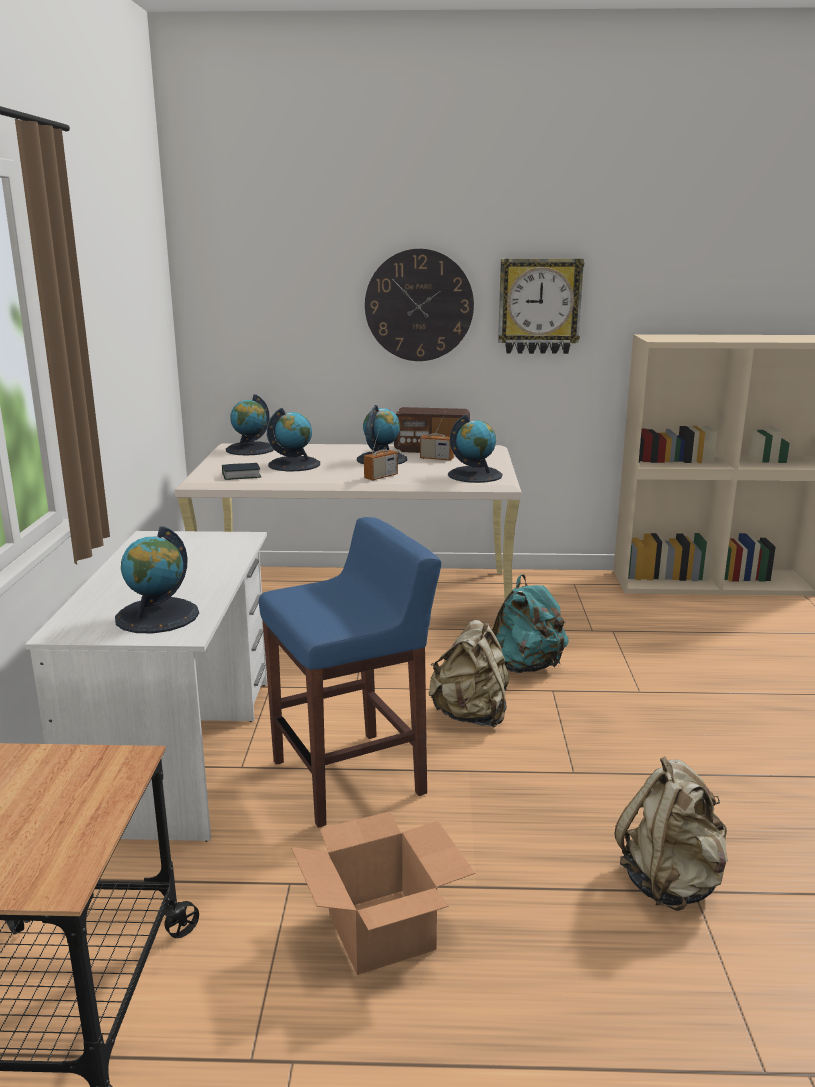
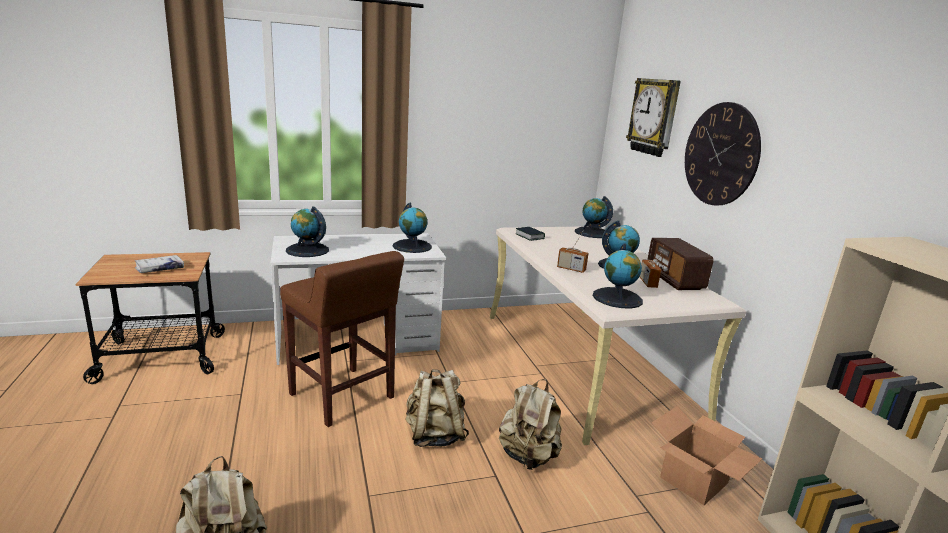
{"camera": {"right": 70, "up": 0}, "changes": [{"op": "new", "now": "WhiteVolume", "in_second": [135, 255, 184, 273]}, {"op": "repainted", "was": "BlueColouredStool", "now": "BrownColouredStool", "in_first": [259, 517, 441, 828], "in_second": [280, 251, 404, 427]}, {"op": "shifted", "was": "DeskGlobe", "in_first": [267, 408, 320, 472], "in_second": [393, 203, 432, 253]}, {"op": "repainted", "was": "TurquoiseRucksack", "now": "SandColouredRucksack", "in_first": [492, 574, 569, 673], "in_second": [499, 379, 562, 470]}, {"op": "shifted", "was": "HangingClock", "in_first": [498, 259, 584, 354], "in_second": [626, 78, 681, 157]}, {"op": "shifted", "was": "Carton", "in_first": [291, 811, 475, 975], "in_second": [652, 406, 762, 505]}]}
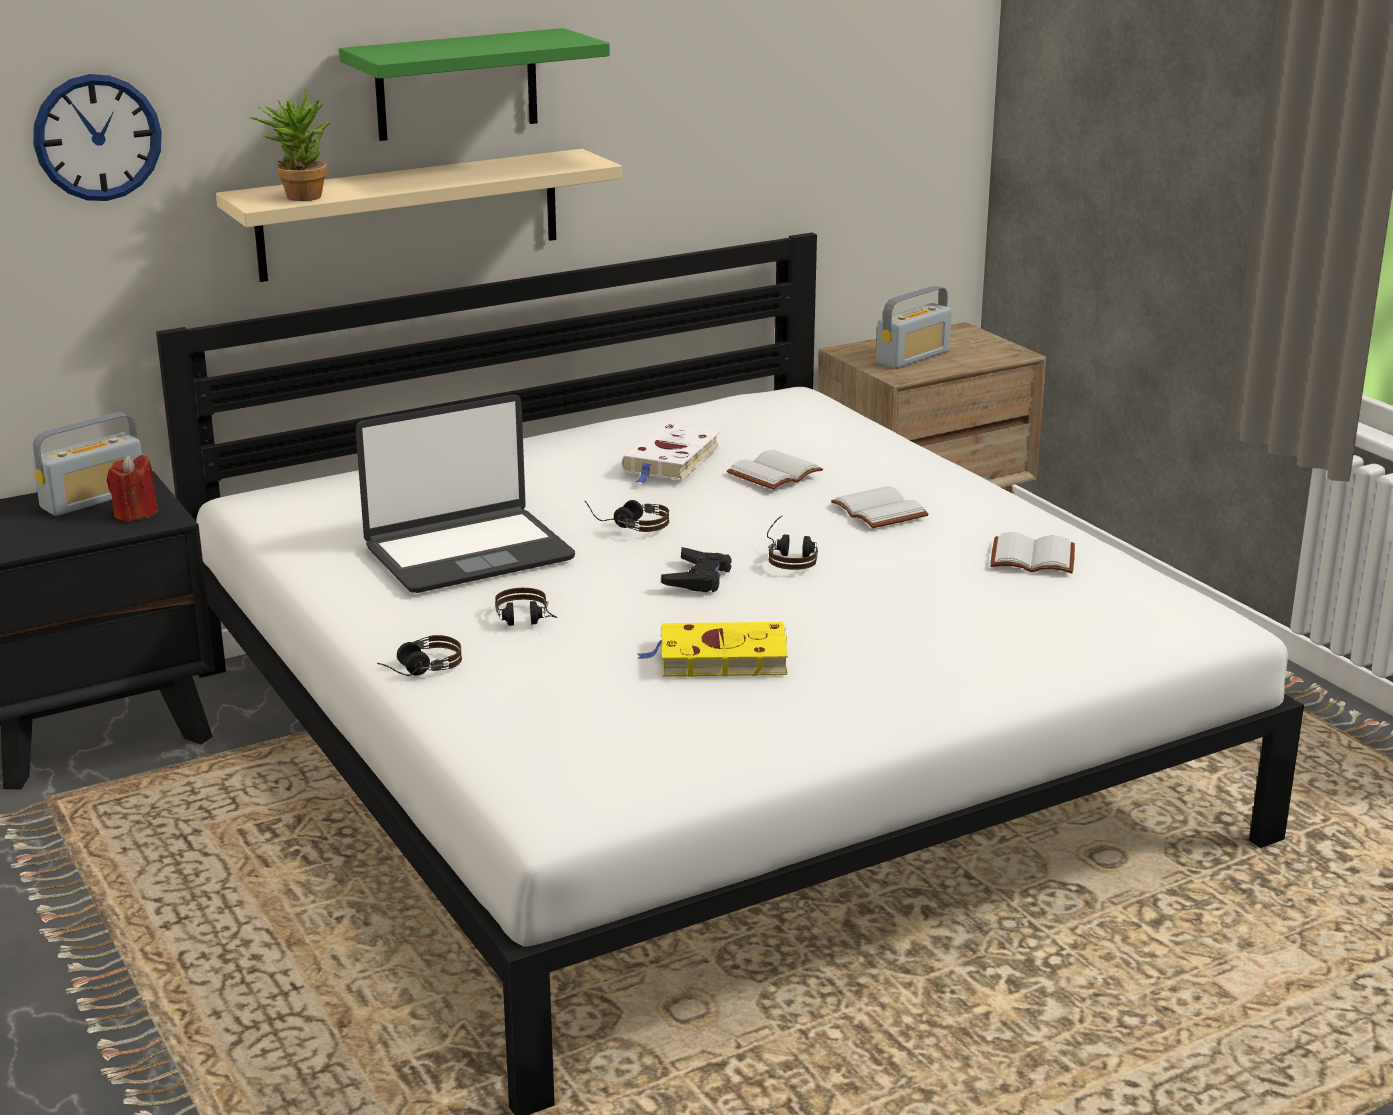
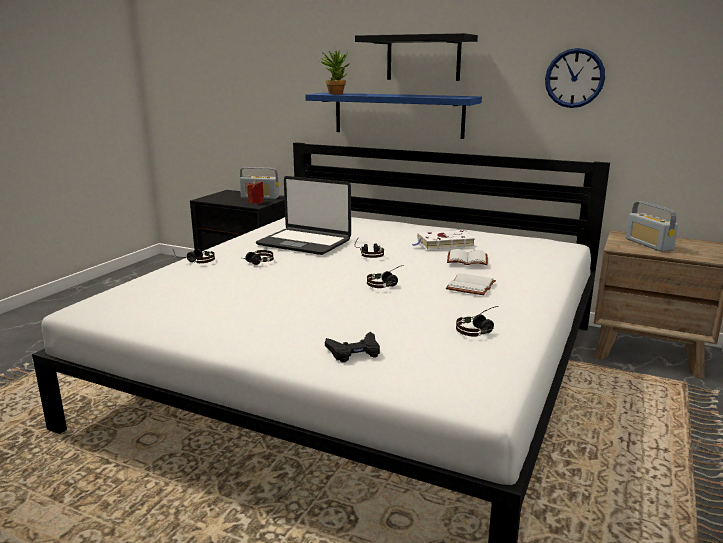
{"camera": {"right": 55, "up": -5}, "changes": [{"op": "repainted", "was": "SandColouredBracketShelf", "now": "BlueColouredBracketShelf", "in_first": [216, 149, 622, 282], "in_second": [305, 93, 482, 139]}, {"op": "shifted", "was": "BlackishGameController", "in_first": [661, 547, 732, 592], "in_second": [325, 332, 380, 362]}, {"op": "repainted", "was": "GreenColouredBracketShelf", "now": "BlackishBracketShelf", "in_first": [339, 28, 610, 141], "in_second": [355, 33, 478, 81]}, {"op": "swapped", "was": "WhiteVolume", "now": "Headset", "in_first": [990, 532, 1075, 573], "in_second": [456, 306, 498, 337]}, {"op": "shifted", "was": "HangingClock", "in_first": [33, 74, 162, 201], "in_second": [545, 48, 605, 108]}, {"op": "rotated", "was": "Radio", "in_first": [876, 285, 952, 369], "in_second": [626, 201, 678, 252], "clockwise": 60}, {"op": "gone", "was": "YellowColouredVolume", "in_first": [637, 622, 788, 677]}]}
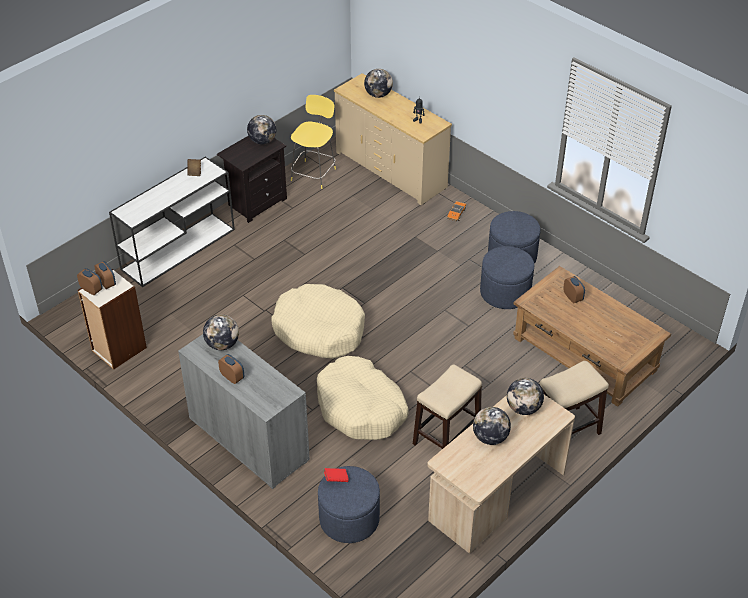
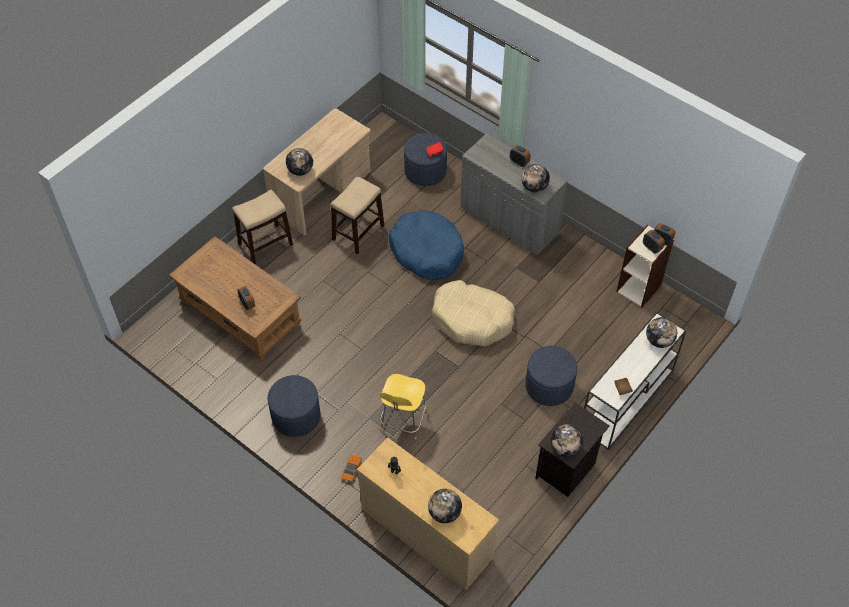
{"camera": {"right": 175, "up": 10}, "changes": [{"op": "shifted", "was": "YellowColouredStool", "in_first": [291, 95, 336, 189], "in_second": [379, 374, 427, 440]}, {"op": "repainted", "was": "SandColouredDogCushion", "now": "BlueColouredDogCushion", "in_first": [317, 356, 409, 440], "in_second": [389, 210, 464, 280]}, {"op": "shifted", "was": "BlueColouredOttoman", "in_first": [480, 246, 534, 309], "in_second": [525, 346, 577, 406]}, {"op": "shifted", "was": "DeskGlobe", "in_first": [473, 407, 511, 445], "in_second": [646, 317, 677, 348]}]}
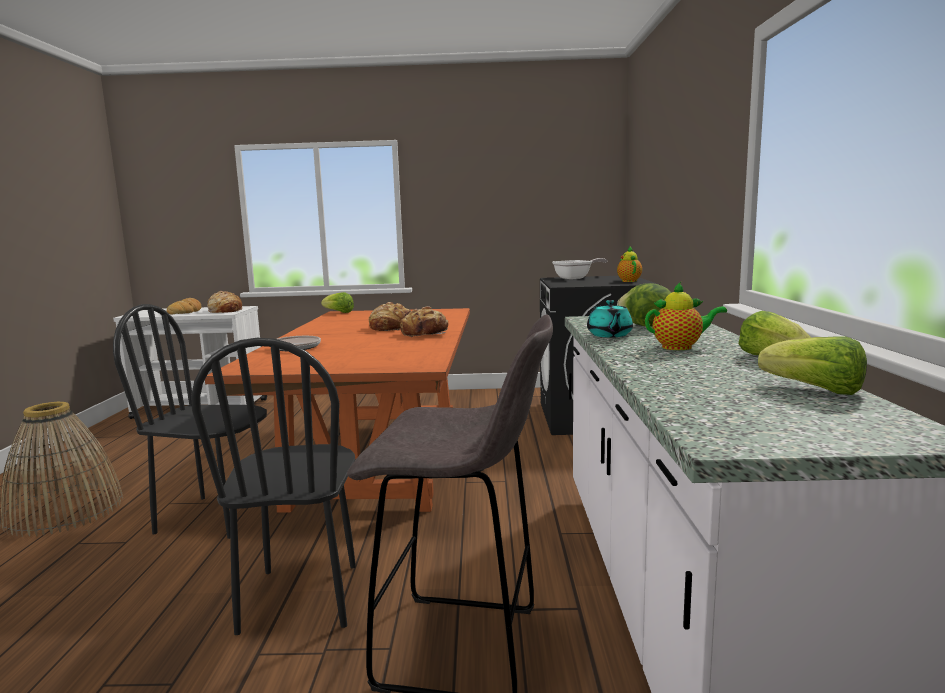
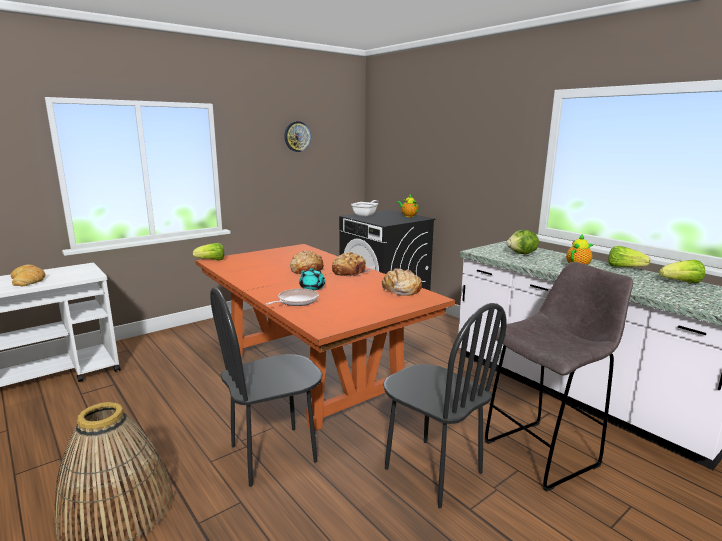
{"camera": {"right": -40, "up": 5}, "changes": [{"op": "new", "now": "HangingClock", "in_second": [284, 121, 311, 152]}, {"op": "shifted", "was": "TurquoiseTeapot", "in_first": [587, 300, 633, 338], "in_second": [299, 268, 325, 290]}, {"op": "shifted", "was": "BakedBread", "in_first": [207, 291, 243, 313], "in_second": [382, 269, 422, 296]}]}
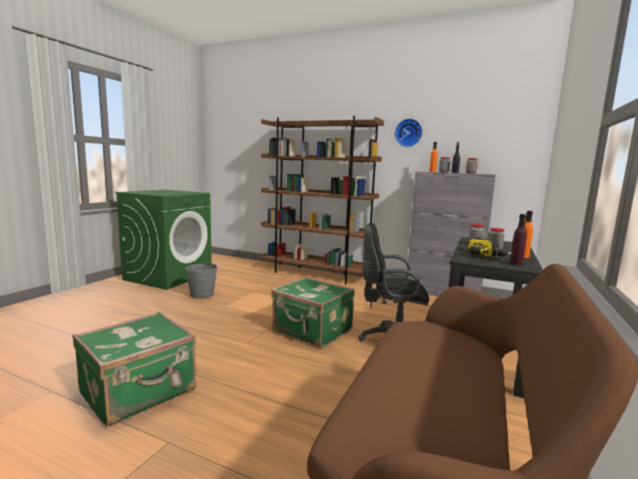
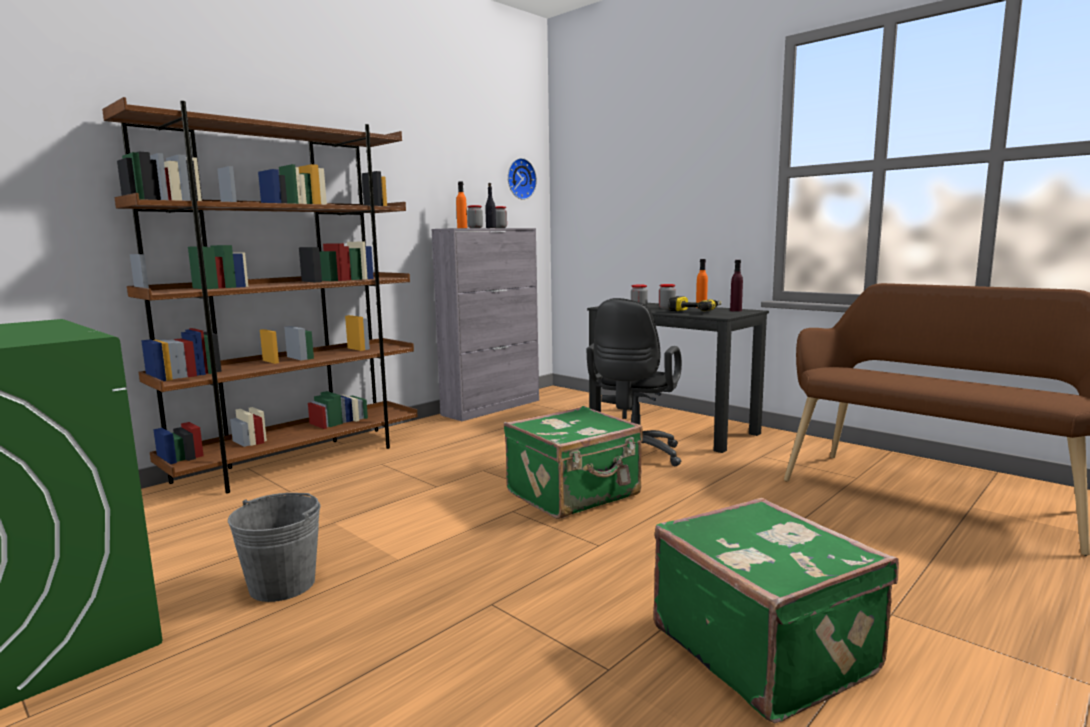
{"camera": {"right": -70, "up": 0}, "changes": [{"op": "shifted", "was": "HangingClock", "in_first": [394, 118, 423, 147], "in_second": [508, 158, 537, 200]}]}
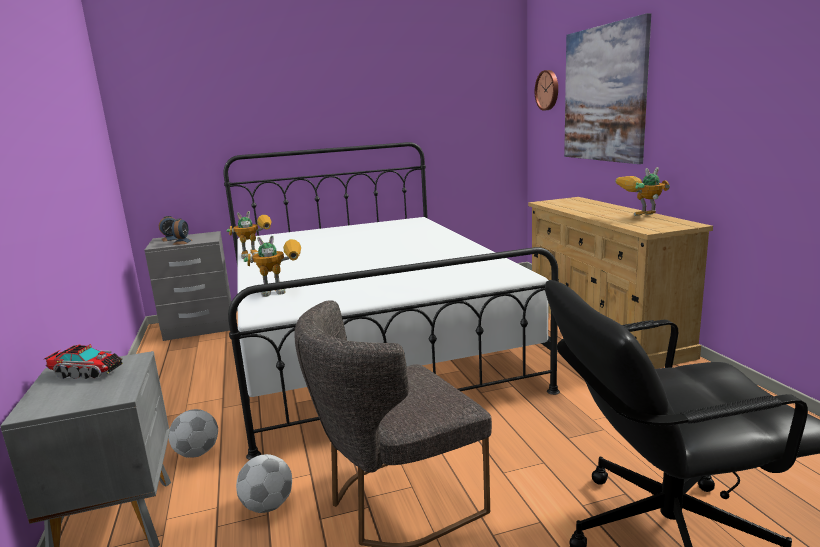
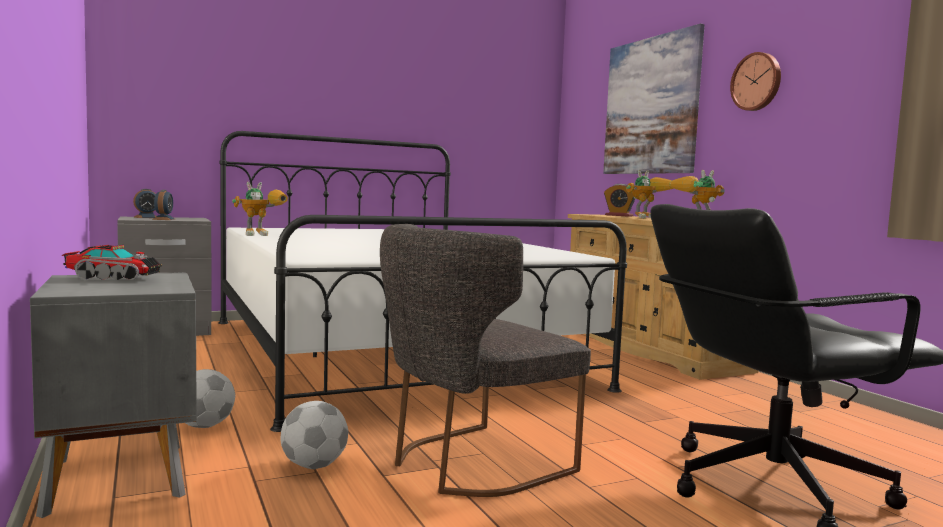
{"camera": {"right": -10, "up": -10}, "changes": [{"op": "new", "now": "AlarmClock", "in_second": [604, 184, 635, 217]}, {"op": "shifted", "was": "ToyRobot", "in_first": [244, 235, 301, 297], "in_second": [626, 170, 674, 218]}, {"op": "shifted", "was": "HangingClock", "in_first": [535, 70, 558, 110], "in_second": [730, 52, 781, 111]}]}
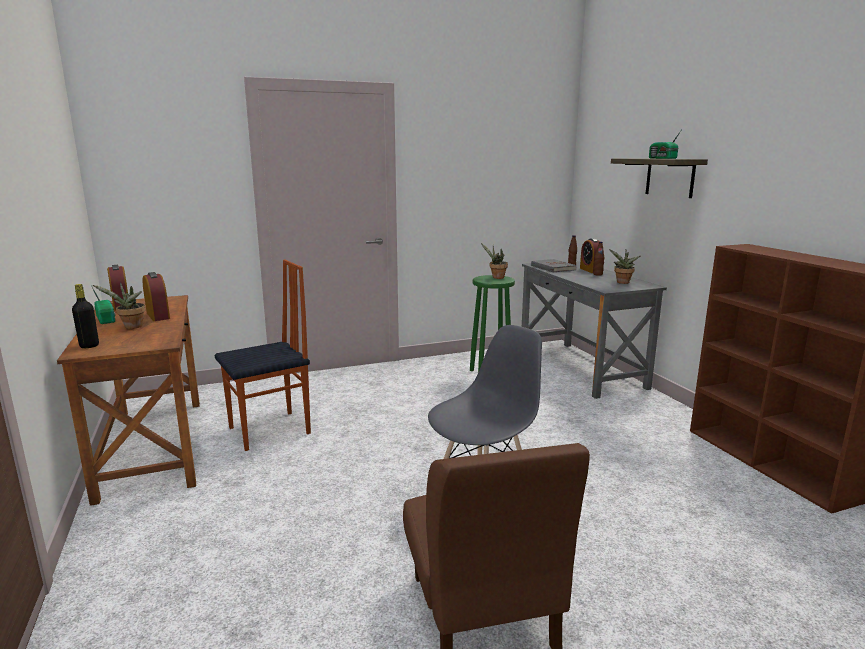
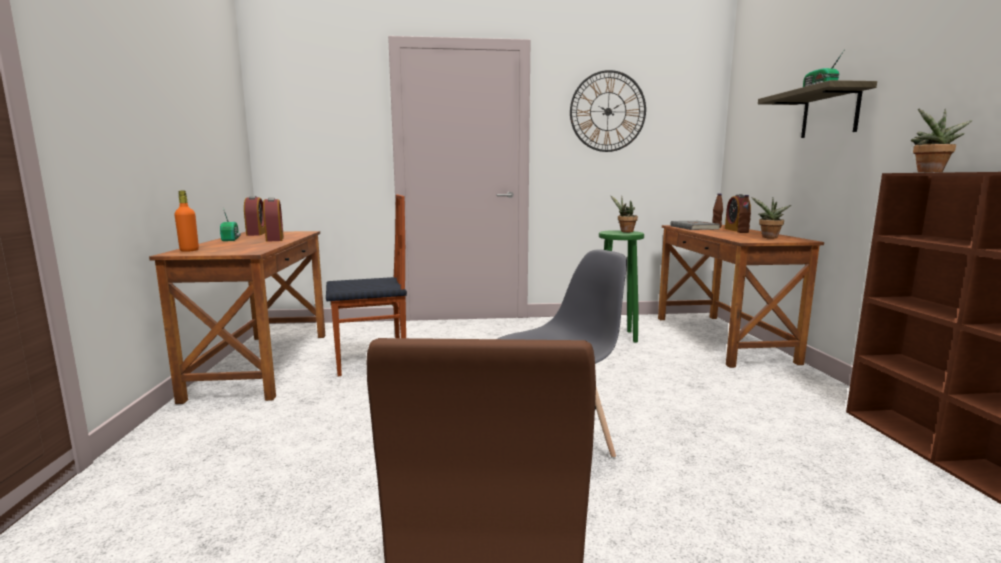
{"camera": {"right": 15, "up": -5}, "changes": [{"op": "repainted", "was": "BlackishBottle", "now": "OrangeColouredBottle", "in_first": [72, 284, 99, 348], "in_second": [174, 190, 199, 252]}, {"op": "new", "now": "HangingClock", "in_second": [570, 70, 646, 152]}, {"op": "repainted", "was": "GrayDeskTable", "now": "BrownColouredDeskTable", "in_first": [522, 261, 667, 399], "in_second": [658, 225, 824, 368]}, {"op": "shifted", "was": "PlantInAPot", "in_first": [93, 282, 145, 329], "in_second": [911, 109, 973, 172]}]}
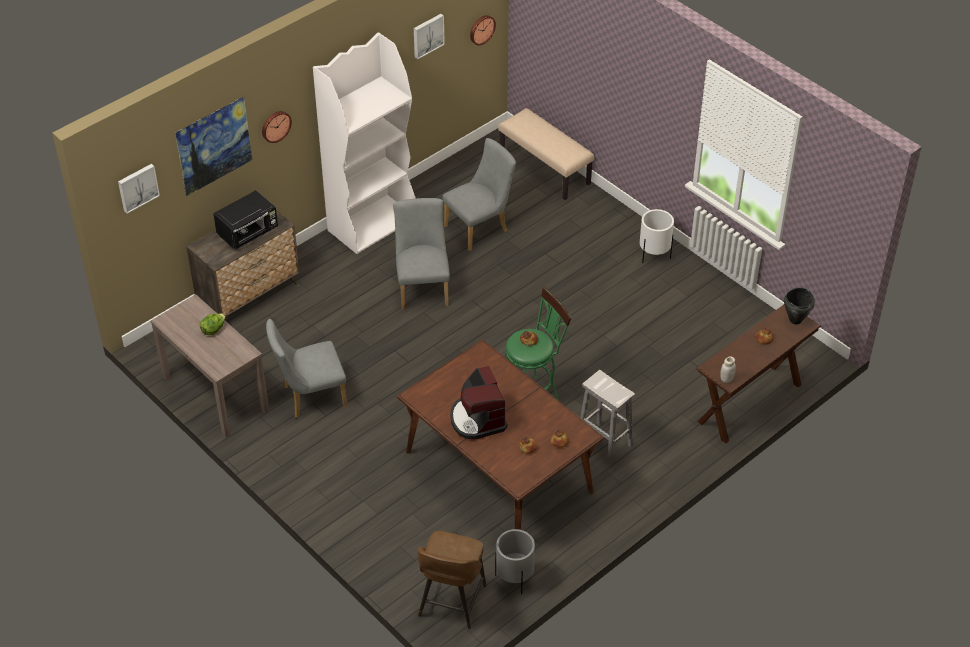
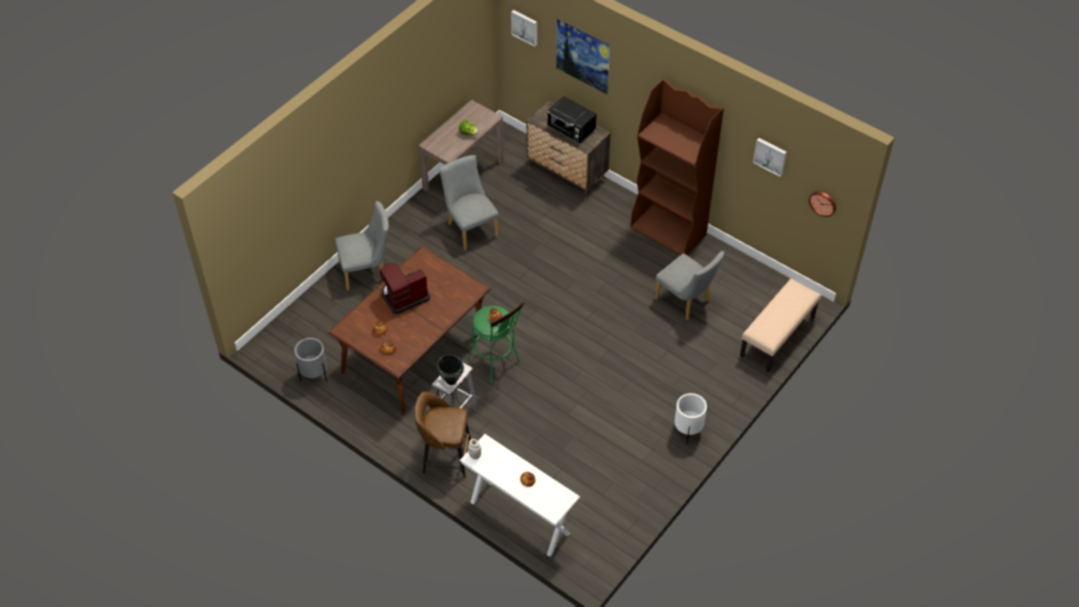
{"camera": {"right": 80, "up": 5}, "changes": [{"op": "shifted", "was": "GrayUprightChair", "in_first": [393, 198, 450, 309], "in_second": [335, 201, 389, 291]}, {"op": "shifted", "was": "BrownColouredStool", "in_first": [418, 531, 486, 629], "in_second": [415, 392, 471, 478]}, {"op": "shifted", "was": "BlackishSaucepot", "in_first": [784, 288, 815, 324], "in_second": [437, 355, 464, 385]}, {"op": "repainted", "was": "BrownColouredNarrowTable", "now": "WhiteNarrowTable", "in_first": [696, 305, 821, 443], "in_second": [459, 434, 580, 557]}, {"op": "repainted", "was": "WhiteBookshelf", "now": "BrownColouredBookshelf", "in_first": [313, 32, 416, 254], "in_second": [630, 78, 724, 255]}, {"op": "gone", "was": "HangingClock", "in_first": [262, 111, 292, 143]}]}
